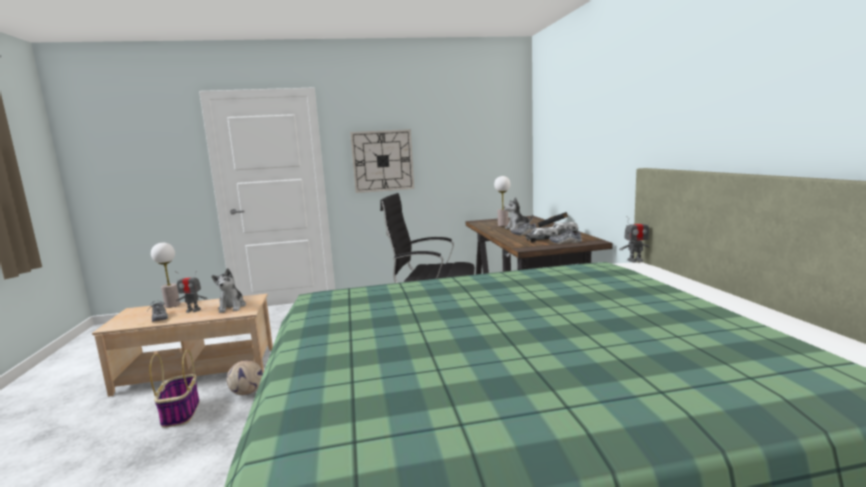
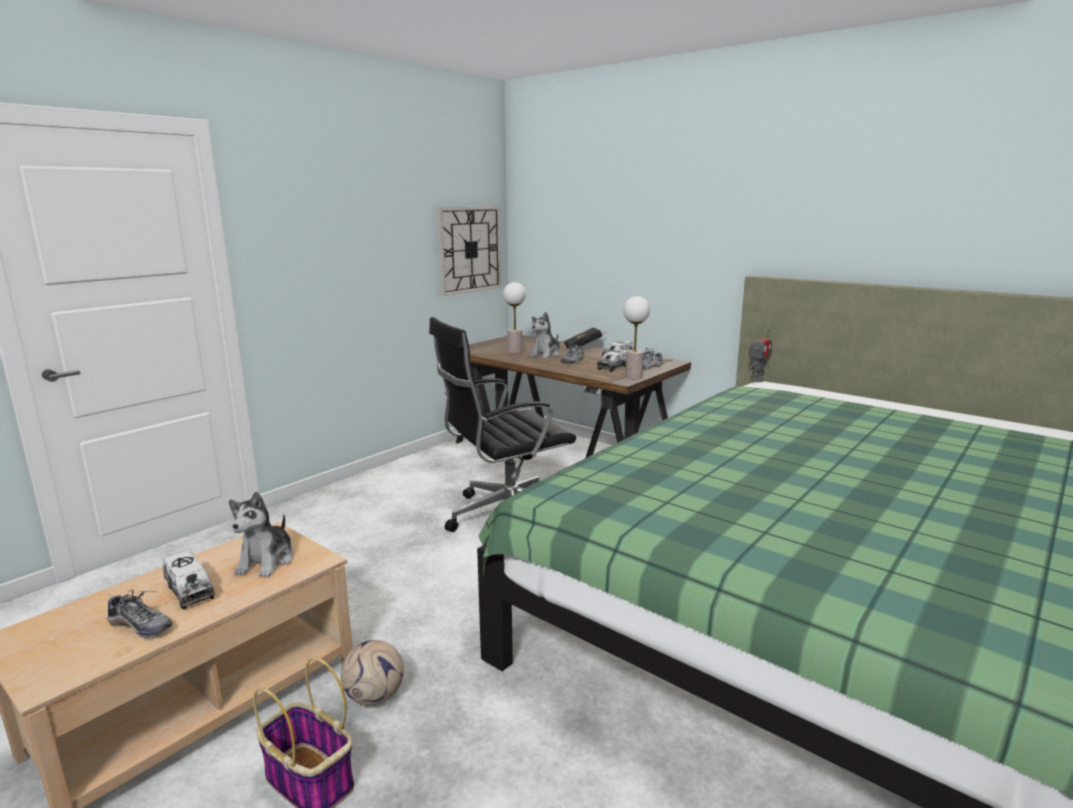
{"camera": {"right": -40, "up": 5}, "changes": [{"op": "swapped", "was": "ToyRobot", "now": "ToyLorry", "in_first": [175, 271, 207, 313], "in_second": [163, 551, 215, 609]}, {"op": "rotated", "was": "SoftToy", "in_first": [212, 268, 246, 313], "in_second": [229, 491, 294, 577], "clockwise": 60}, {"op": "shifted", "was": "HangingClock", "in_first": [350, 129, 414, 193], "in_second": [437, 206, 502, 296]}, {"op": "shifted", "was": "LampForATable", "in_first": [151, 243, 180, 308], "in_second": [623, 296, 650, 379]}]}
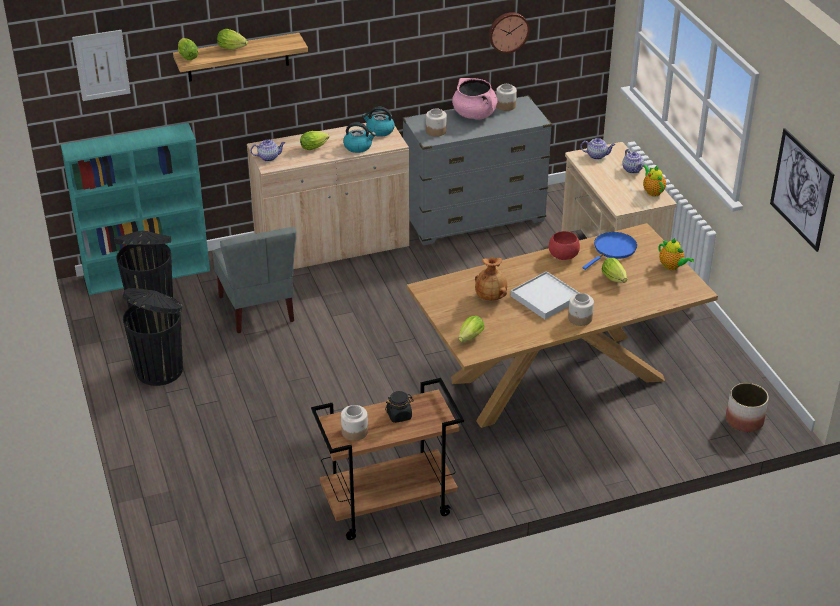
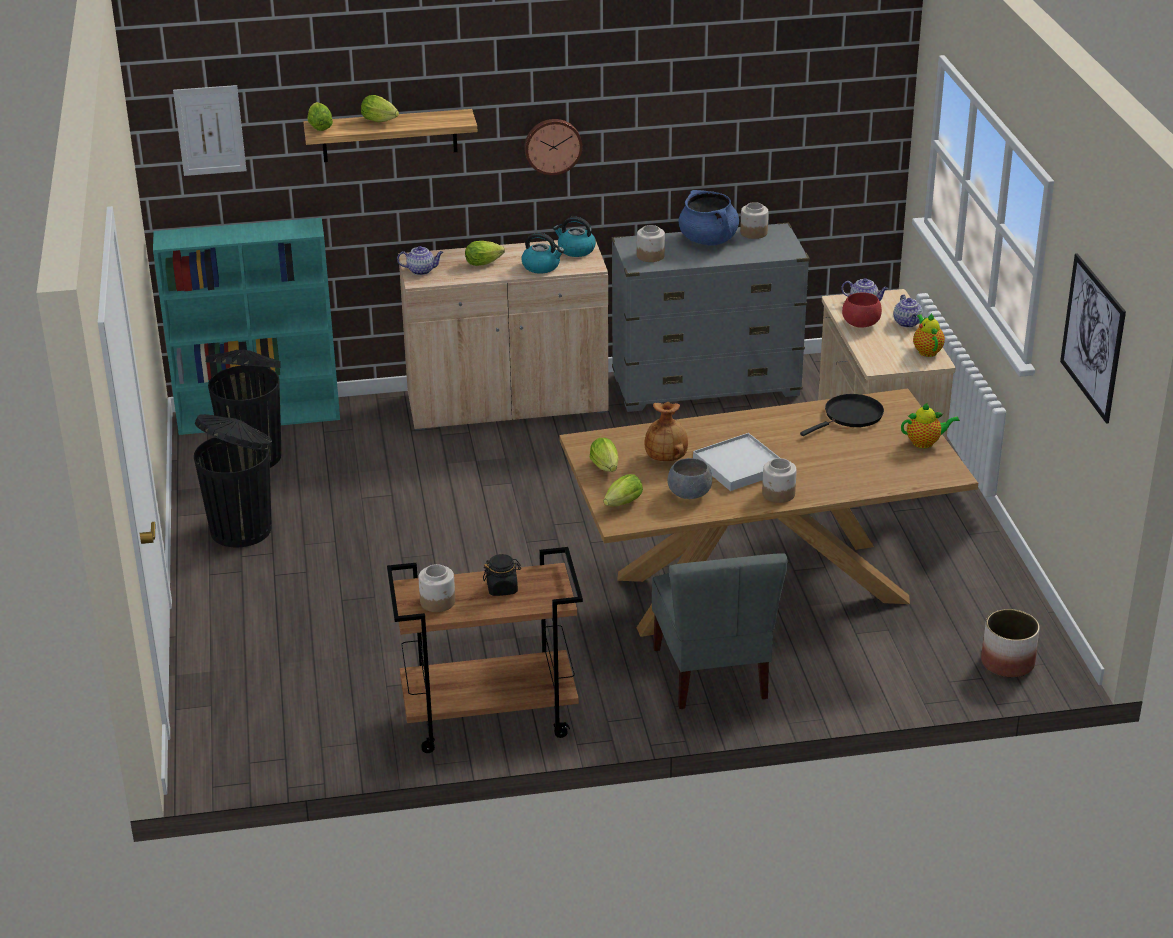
{"camera": {"right": 10, "up": -5}, "changes": [{"op": "shifted", "was": "HangingClock", "in_first": [489, 12, 530, 53], "in_second": [524, 119, 582, 175]}, {"op": "shifted", "was": "Lettuce", "in_first": [602, 258, 627, 283], "in_second": [590, 438, 618, 472]}, {"op": "shifted", "was": "GrayUprightChair", "in_first": [213, 227, 296, 333], "in_second": [652, 553, 788, 709]}, {"op": "new", "now": "GrayServingBowl", "in_second": [667, 458, 712, 499]}, {"op": "repainted", "was": "PinkSaucepot", "now": "BlueColouredSaucepot", "in_first": [452, 78, 497, 119], "in_second": [679, 190, 739, 246]}, {"op": "repainted", "was": "BlueColouredPan", "now": "BlackishPan", "in_first": [582, 232, 637, 270], "in_second": [800, 394, 884, 436]}, {"op": "shifted", "was": "ReddishServingBowl", "in_first": [549, 231, 580, 260], "in_second": [842, 293, 882, 328]}, {"op": "rotated", "was": "Teapot", "in_first": [658, 238, 694, 270], "in_second": [901, 403, 960, 448], "clockwise": -60}]}
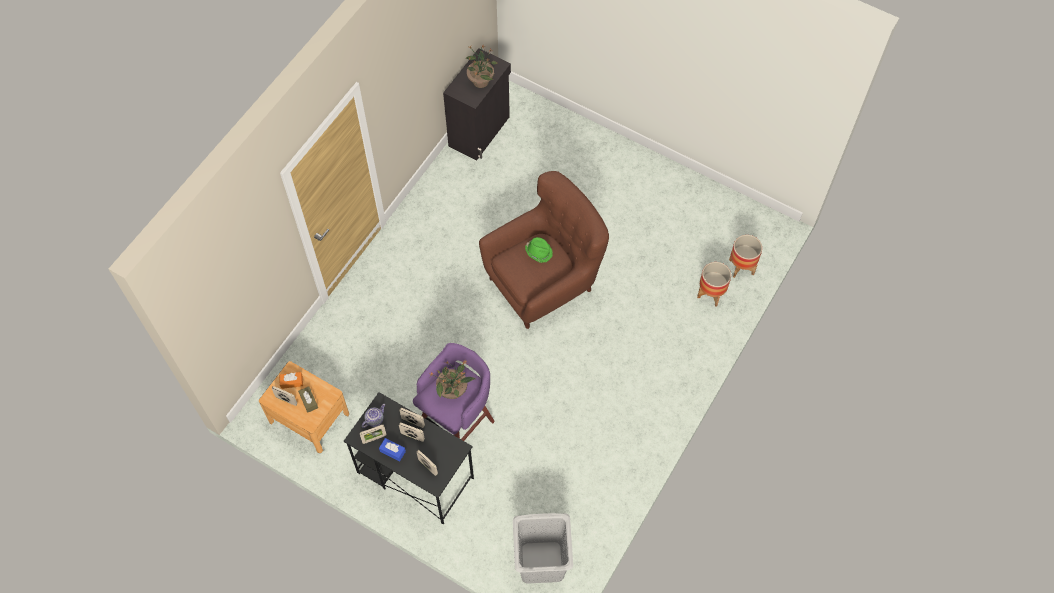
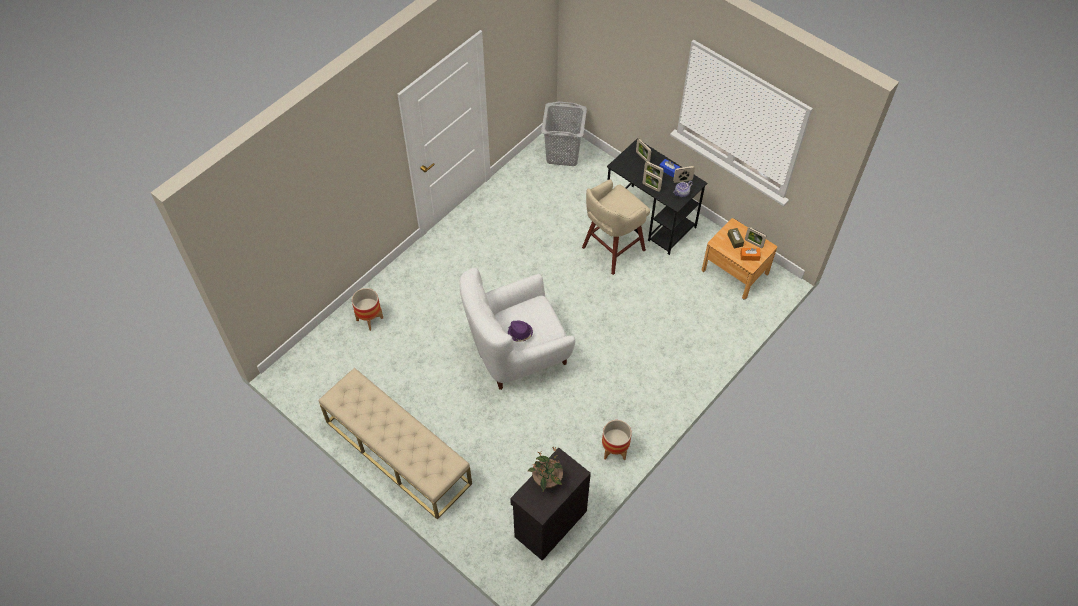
{"camera": {"right": -170, "up": -5}, "changes": [{"op": "new", "now": "SandColouredIndoorBench", "in_second": [319, 368, 472, 520]}, {"op": "repainted", "was": "BrownColouredArmchair", "now": "WhiteArmchair", "in_first": [479, 171, 609, 329], "in_second": [459, 268, 575, 390]}, {"op": "repainted", "was": "GreenColouredHat", "now": "PurpleHat", "in_first": [525, 237, 553, 263], "in_second": [508, 321, 533, 342]}, {"op": "repainted", "was": "PurpleStool", "now": "SandColouredStool", "in_first": [413, 343, 495, 441], "in_second": [582, 179, 650, 275]}, {"op": "shifted", "was": "PlantPot", "in_first": [729, 235, 762, 278], "in_second": [602, 420, 632, 460]}, {"op": "gone", "was": "PlantInAPot", "in_first": [429, 360, 475, 399]}]}
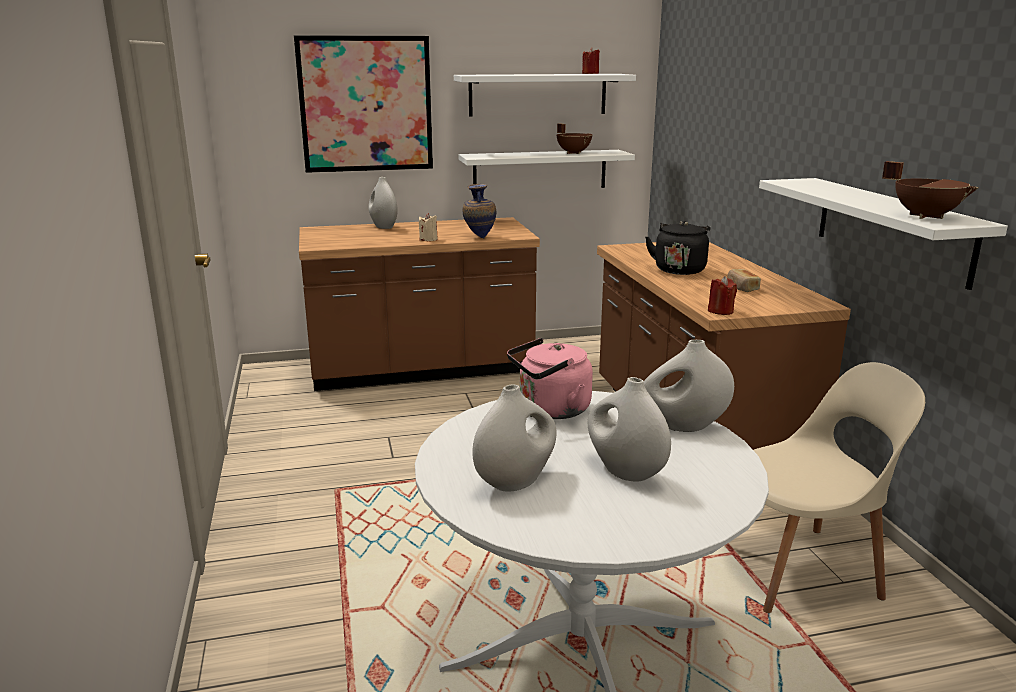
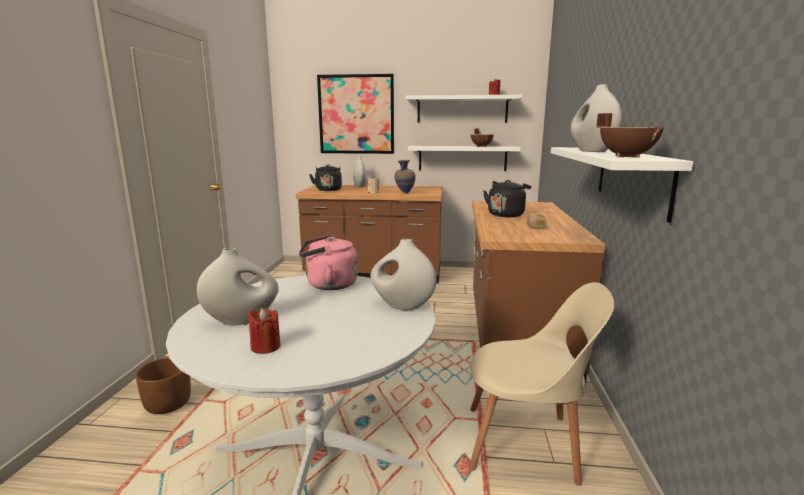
{"camera": {"right": 20, "up": -5}, "changes": [{"op": "new", "now": "BrownColouredPlantPot", "in_second": [135, 357, 191, 414]}, {"op": "shifted", "was": "ReddishWaxCandle", "in_first": [708, 276, 737, 315], "in_second": [248, 308, 281, 354]}, {"op": "new", "now": "BlackishWaterKettle", "in_second": [309, 165, 342, 191]}, {"op": "shifted", "was": "WhiteFlowerVase", "in_first": [588, 377, 671, 481], "in_second": [571, 84, 622, 152]}]}
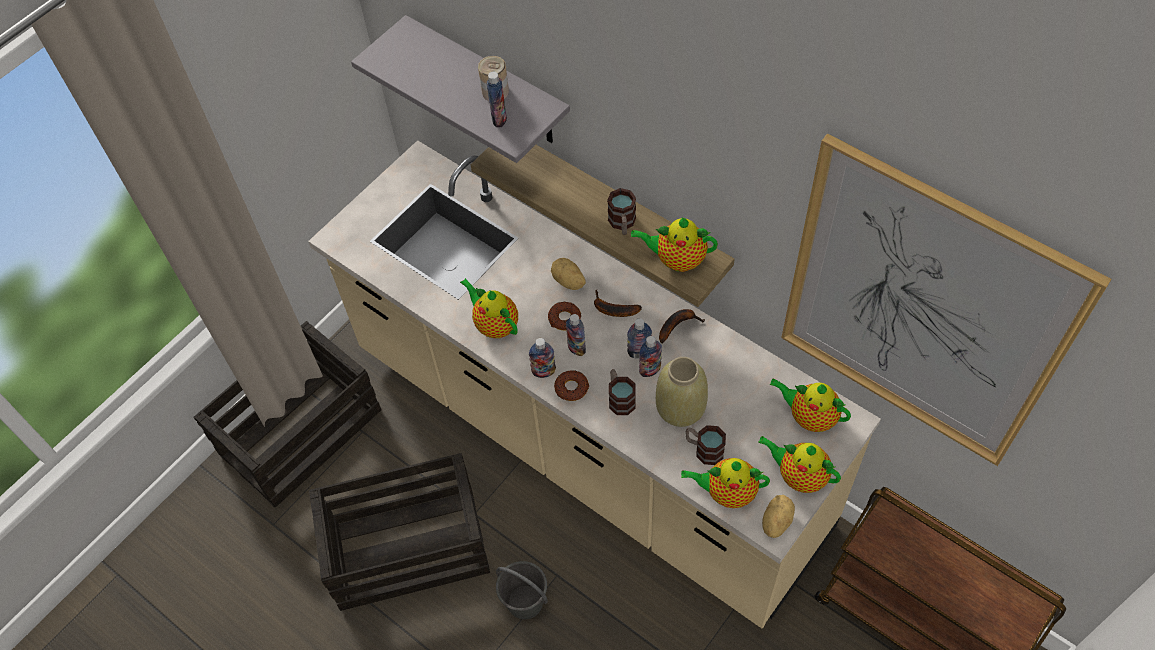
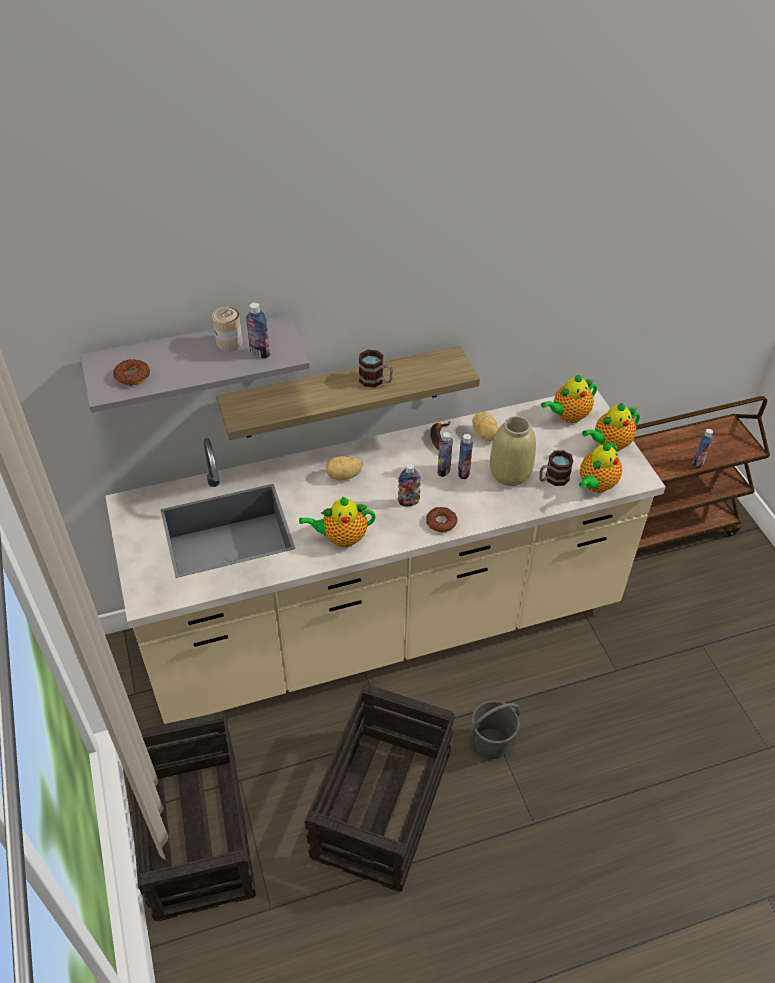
{"camera": {"right": -60, "up": -10}, "changes": [{"op": "shifted", "was": "RingDoughnut", "in_first": [548, 302, 581, 330], "in_second": [113, 359, 150, 386]}, {"op": "shifted", "was": "Spud", "in_first": [762, 495, 795, 538], "in_second": [472, 412, 498, 441]}, {"op": "shifted", "was": "Bottle", "in_first": [529, 338, 556, 378], "in_second": [693, 429, 713, 469]}, {"op": "gone", "was": "Banana", "in_first": [594, 289, 642, 317]}, {"op": "gone", "was": "CoffeeMug", "in_first": [609, 369, 636, 415]}, {"op": "gone", "was": "Teapot", "in_first": [631, 218, 718, 272]}, {"op": "gone", "was": "WallArt", "in_first": [781, 134, 1112, 466]}]}
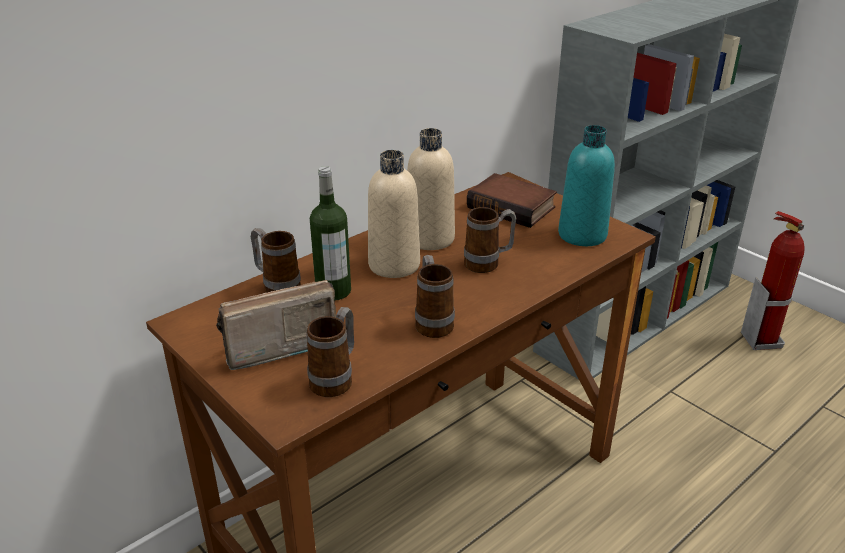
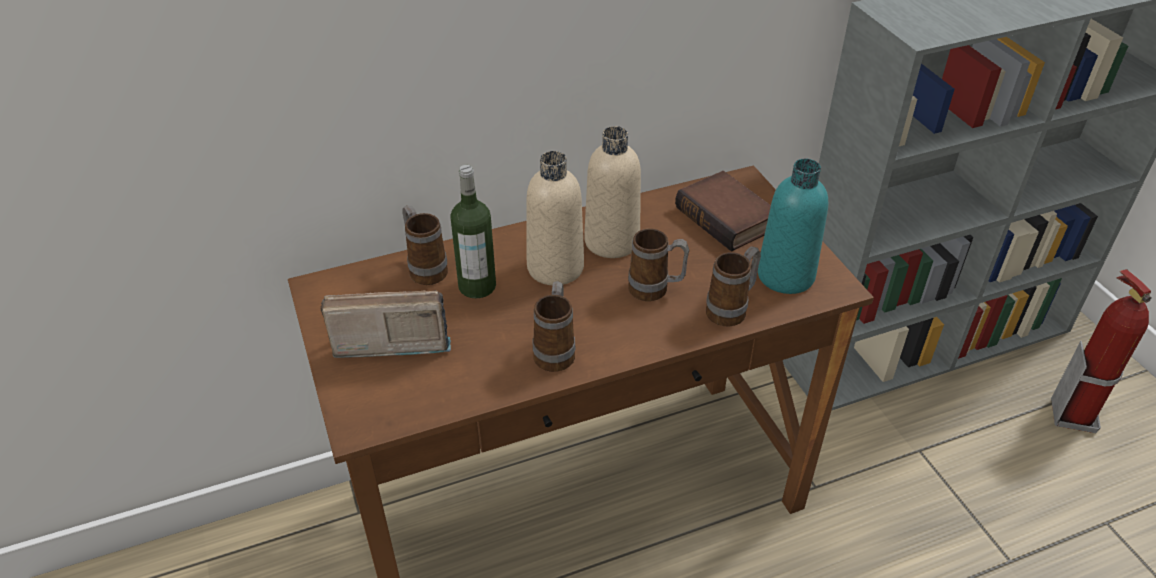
{"camera": {"right": 20, "up": 10}, "changes": [{"op": "shifted", "was": "CoffeeMug", "in_first": [306, 307, 354, 397], "in_second": [706, 246, 761, 326]}]}
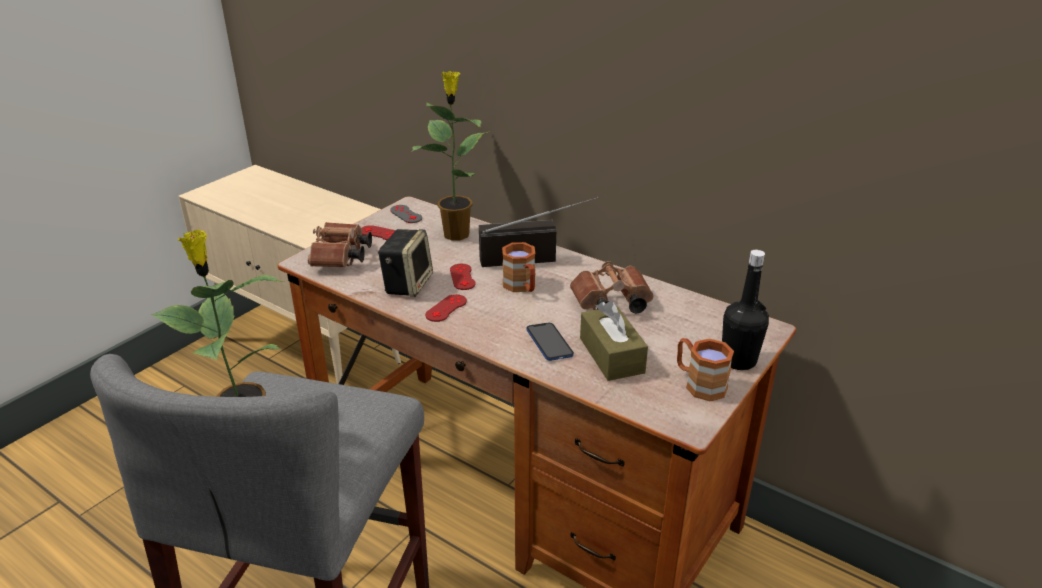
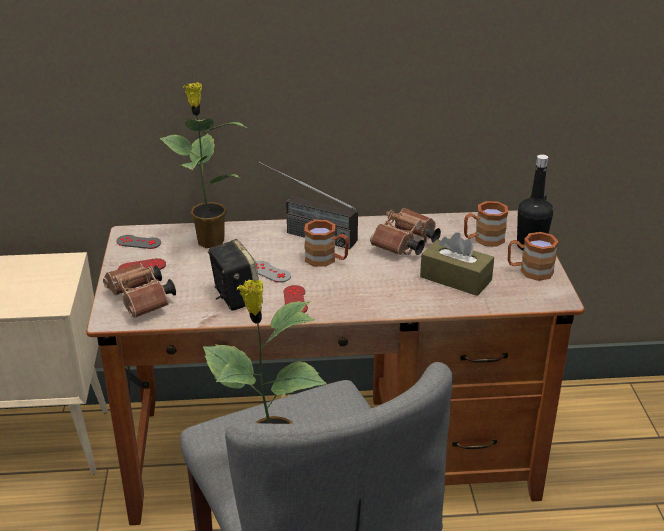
{"camera": {"right": -40, "up": 0}, "changes": [{"op": "repainted", "was": "ReddishGameController", "now": "GrayGameController", "in_first": [450, 264, 476, 290], "in_second": [256, 261, 291, 283]}, {"op": "rotated", "was": "Radio", "in_first": [479, 197, 598, 267], "in_second": [259, 162, 358, 249], "clockwise": -105}, {"op": "new", "now": "BrownColouredCoffeeMug", "in_second": [464, 201, 508, 247]}, {"op": "gone", "was": "Handset", "in_first": [526, 323, 574, 361]}]}
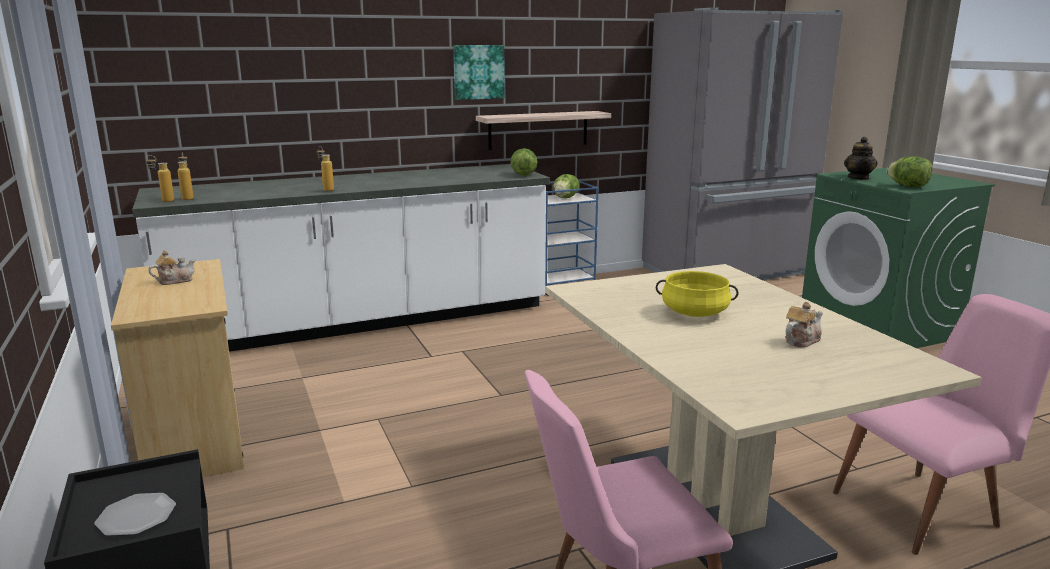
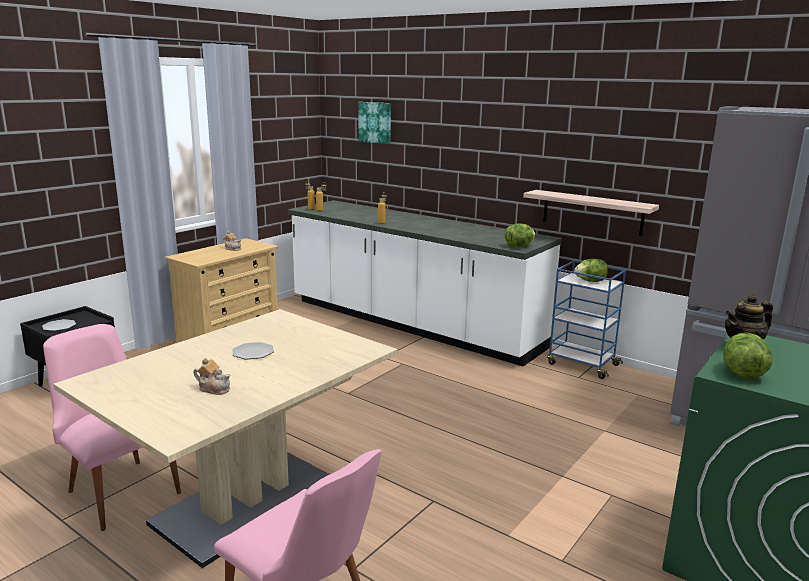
{"camera": {"right": 60, "up": 0}, "changes": [{"op": "swapped", "was": "YellowColouredSaucepot", "now": "Plate", "in_first": [656, 271, 738, 317], "in_second": [232, 342, 274, 360]}, {"op": "shifted", "was": "WallArt", "in_first": [453, 45, 505, 100], "in_second": [358, 102, 391, 144]}]}
